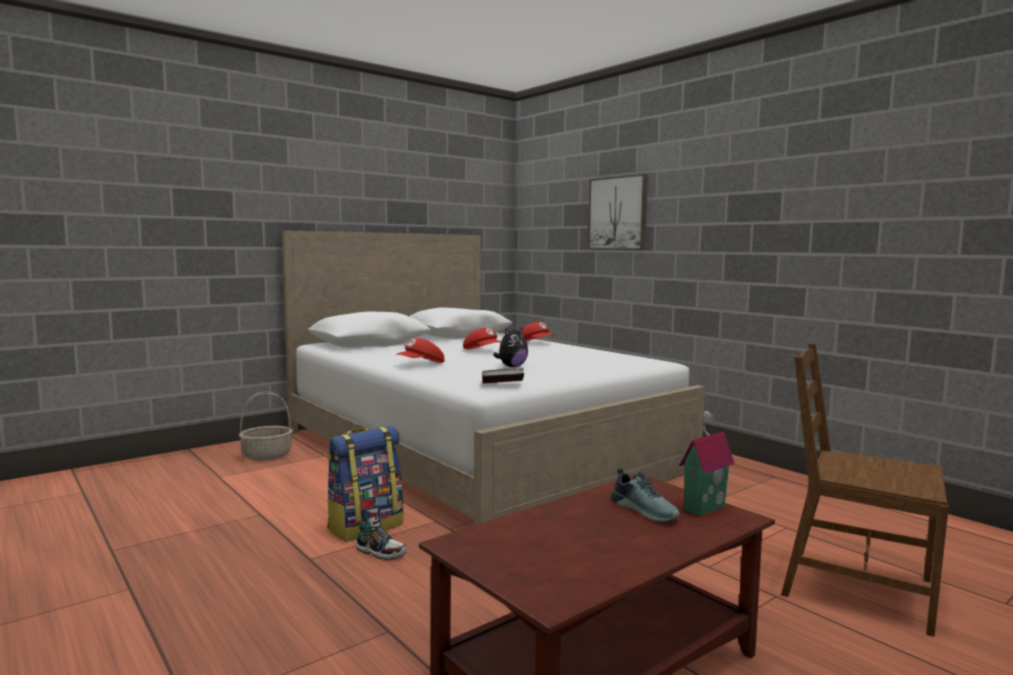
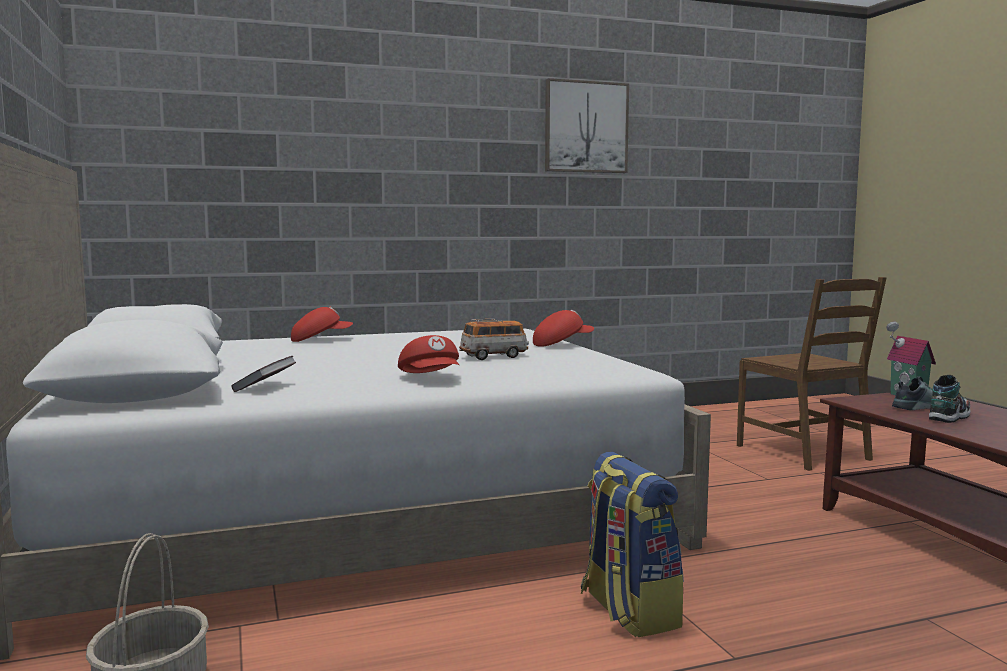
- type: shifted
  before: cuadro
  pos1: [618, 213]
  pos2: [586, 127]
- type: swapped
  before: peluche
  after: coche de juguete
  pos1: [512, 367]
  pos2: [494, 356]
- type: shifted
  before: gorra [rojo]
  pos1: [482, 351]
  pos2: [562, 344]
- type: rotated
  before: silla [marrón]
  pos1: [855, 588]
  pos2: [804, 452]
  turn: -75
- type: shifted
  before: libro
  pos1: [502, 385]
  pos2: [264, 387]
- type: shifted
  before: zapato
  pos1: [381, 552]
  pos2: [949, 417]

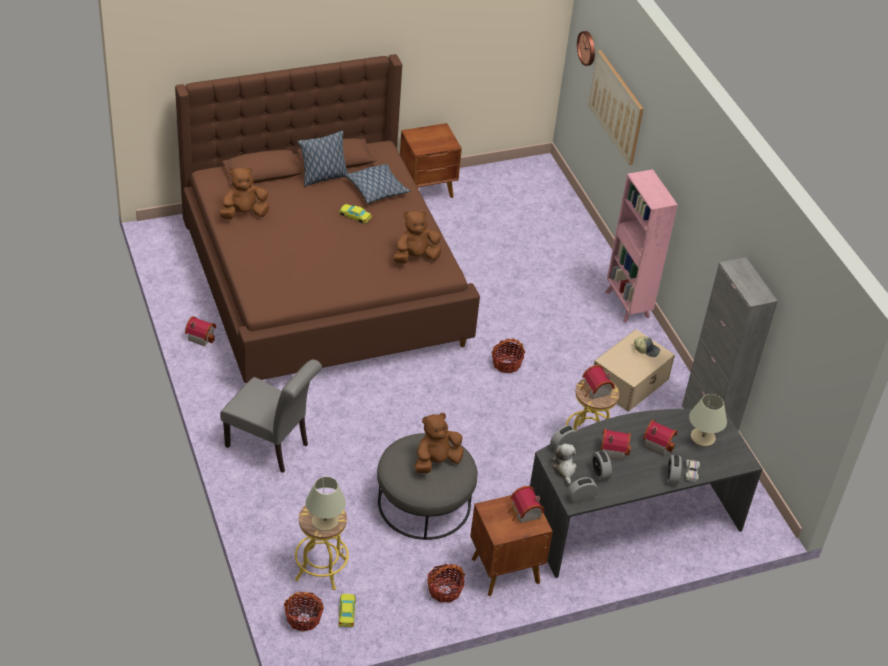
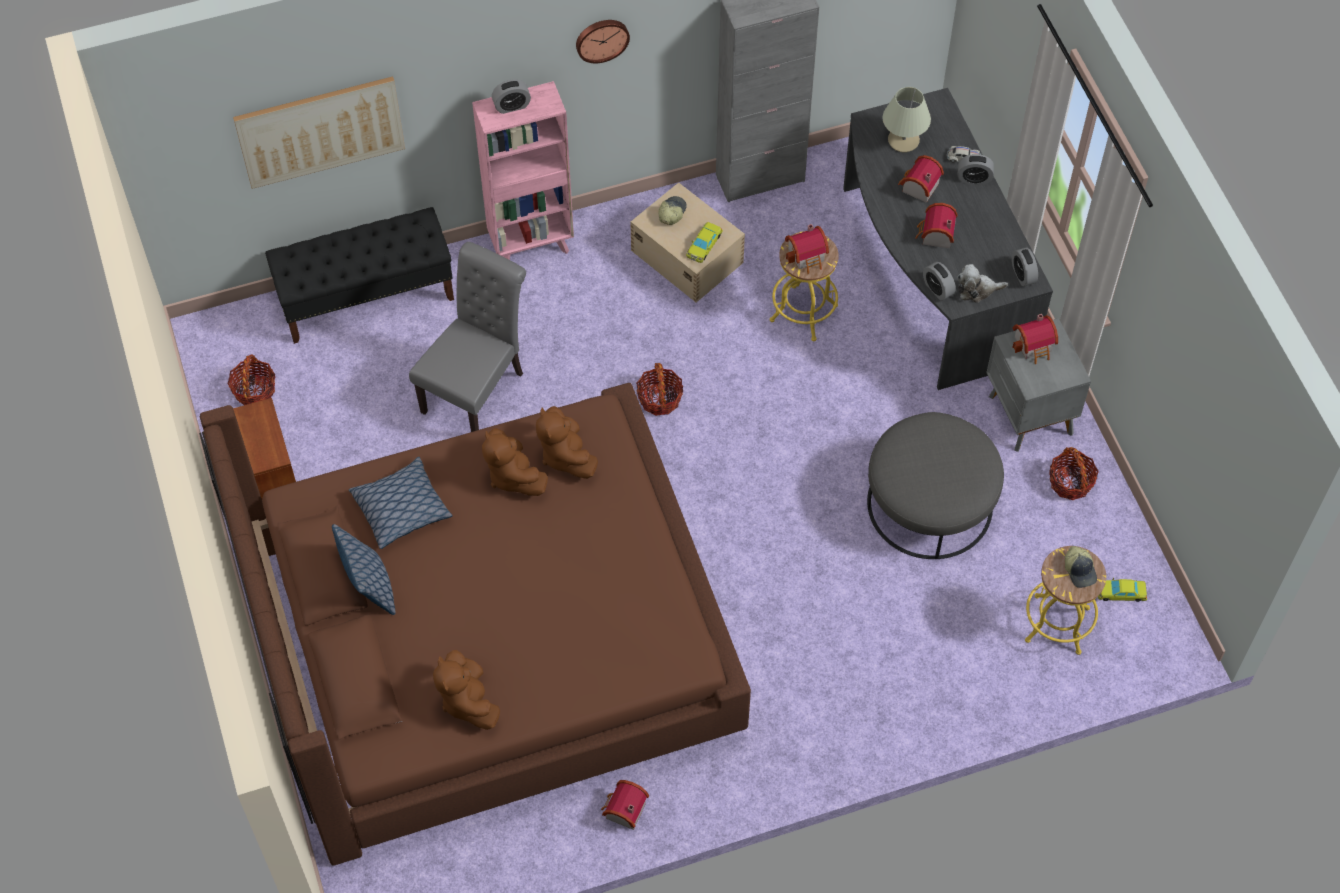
- type: shifted
  before: reloj de pared
  pos1: [587, 48]
  pos2: [601, 39]
- type: shifted
  before: coche de juguete [amarillo]
  pos1: [355, 215]
  pos2: [704, 244]
- type: shifted
  before: silla [gris]
  pos1: [271, 447]
  pos2: [477, 388]
- type: shifted
  before: peluche [marrón]
  pos1: [436, 461]
  pos2: [513, 475]
- type: shifted
  before: despertador
  pos1: [599, 472]
  pos2: [512, 106]
- type: swapped
  before: lámpara de mesa [beis]
  after: gorra
  pos1: [325, 521]
  pos2: [1080, 570]
- type: repainted
  before: mesita de noche [marrón]
  after: mesita de noche [gris]
  pos1: [504, 569]
  pos2: [1029, 416]
- type: shifted
  before: cesta
  pos1: [303, 618]
  pos2: [254, 390]
- type: new
  after: banco [negro]
  pos2: [367, 297]

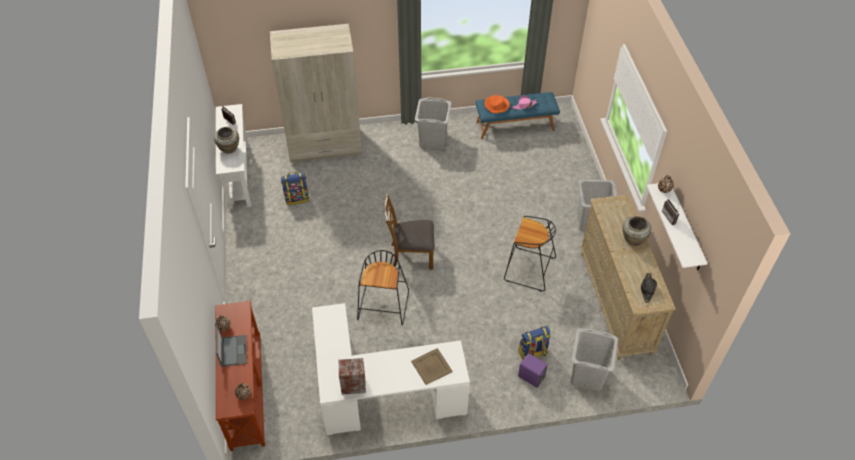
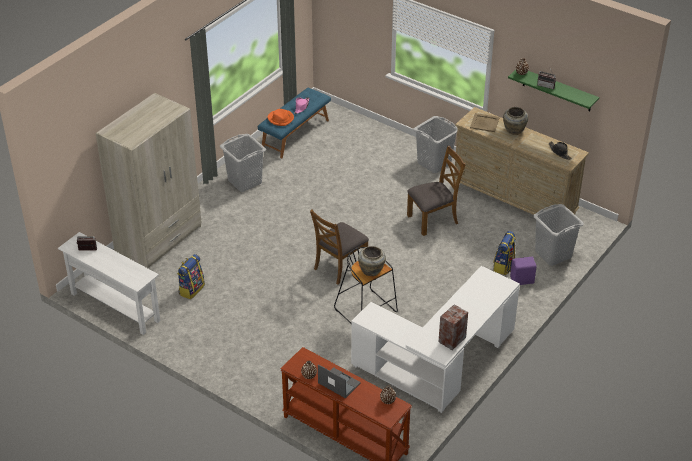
- type: shifted
  before: florero [beis]
  pos1: [229, 149]
  pos2: [371, 271]
- type: repainted
  before: estante [blanco]
  after: estante [verde]
  pos1: [685, 228]
  pos2: [557, 90]
- type: swapped
  before: taburete [negro]
  after: silla [marrón]
  pos1: [528, 269]
  pos2: [433, 219]
- type: shifted
  before: bandeja [beis]
  pos1: [431, 367]
  pos2: [485, 123]

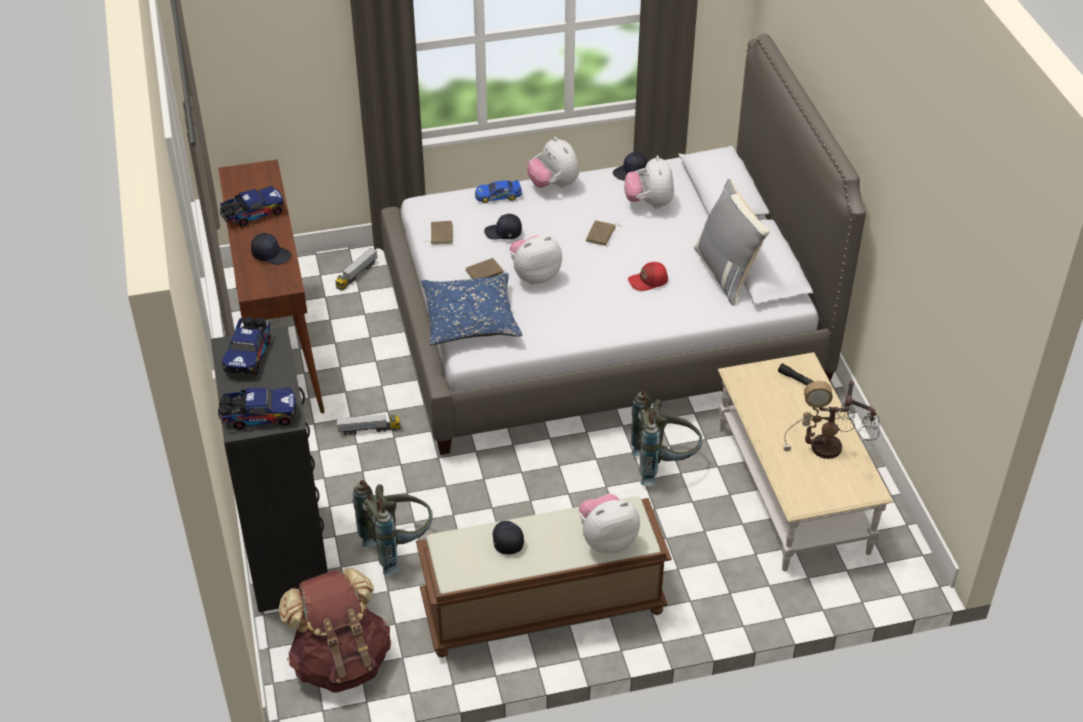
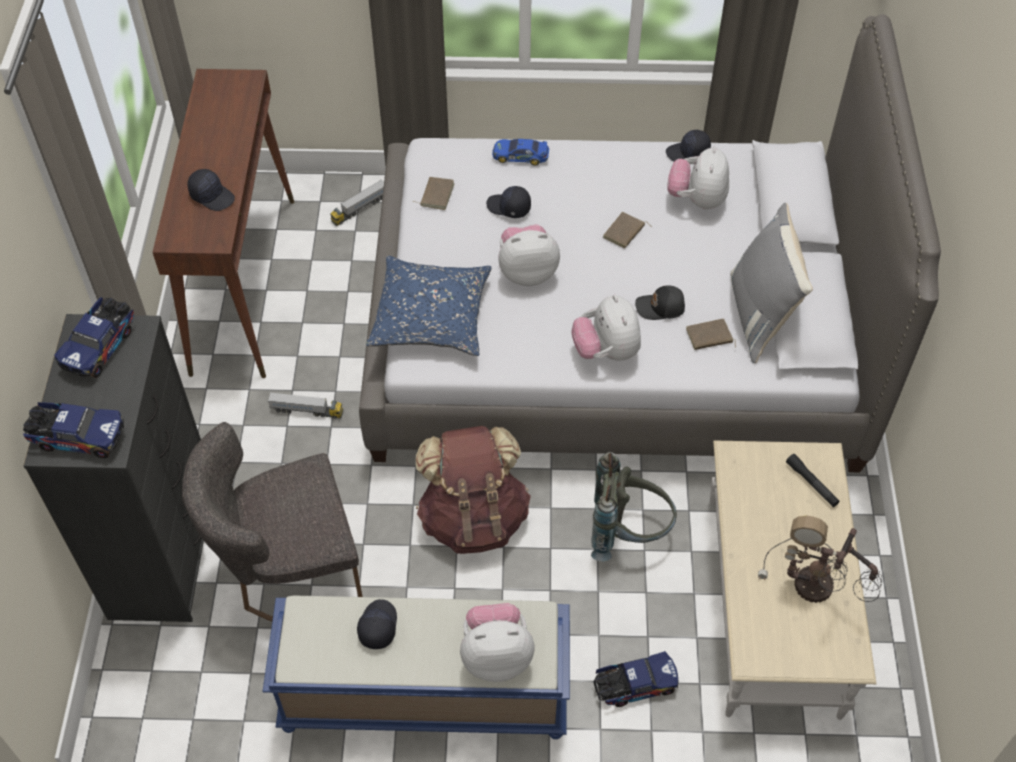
- type: shifted
  before: peluche
  pos1: [553, 185]
  pos2: [606, 351]
- type: shifted
  before: camión de juguete
  pos1: [252, 214]
  pos2: [634, 685]
- type: shifted
  before: libro [marrón]
  pos1: [485, 273]
  pos2: [709, 337]
- type: repainted
  before: gorra [rojo]
  after: gorra [negro]
  pos1: [648, 281]
  pos2: [660, 308]
- type: swapped
  before: mochila [gris]
  after: silla [gris]
  pos1: [398, 546]
  pos2: [288, 570]
- type: repainted
  before: banco [marrón]
  after: banco [azul]
  pos1: [542, 608]
  pos2: [422, 695]
- type: shifted
  before: mochila [marrón]
  pos1: [341, 661]
  pos2: [473, 518]

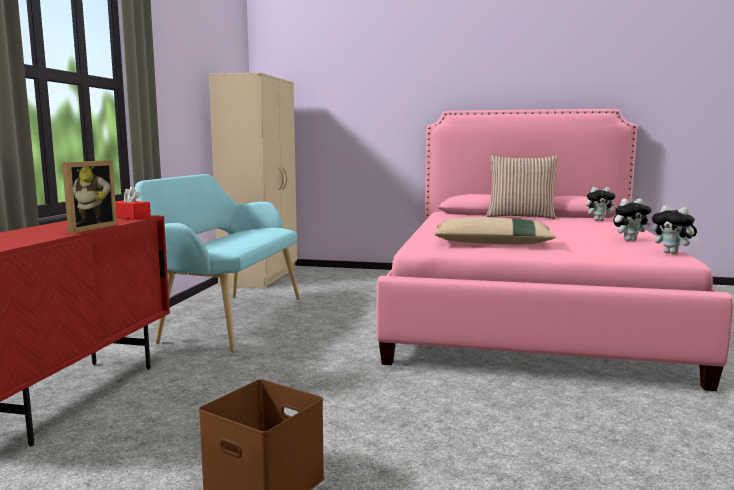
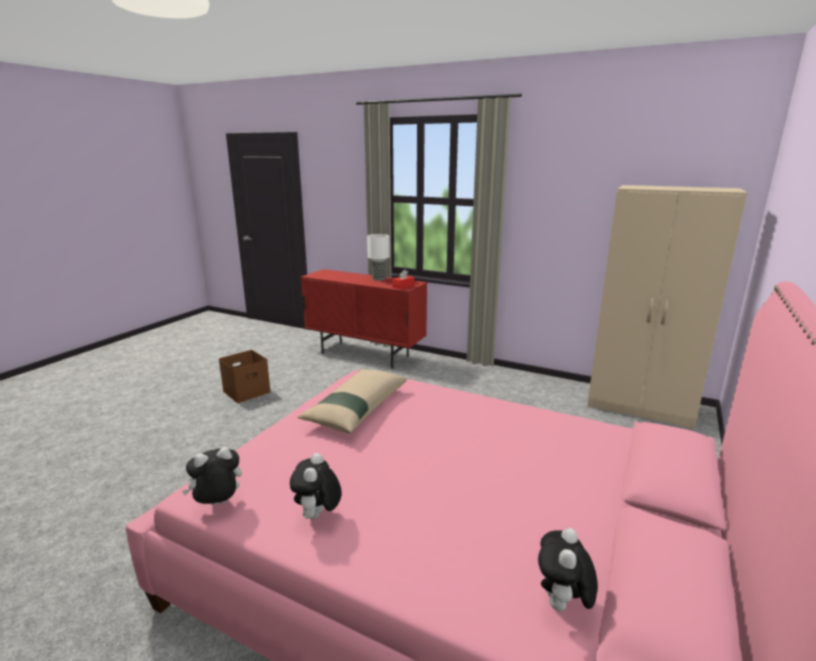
- type: gone
  before: cojín
  pos1: [520, 216]
- type: gone
  before: portarretratos
  pos1: [87, 228]
- type: gone
  before: banco [turquesa]
  pos1: [227, 319]
- type: new
  after: lámpara de mesa
  pos2: [378, 279]

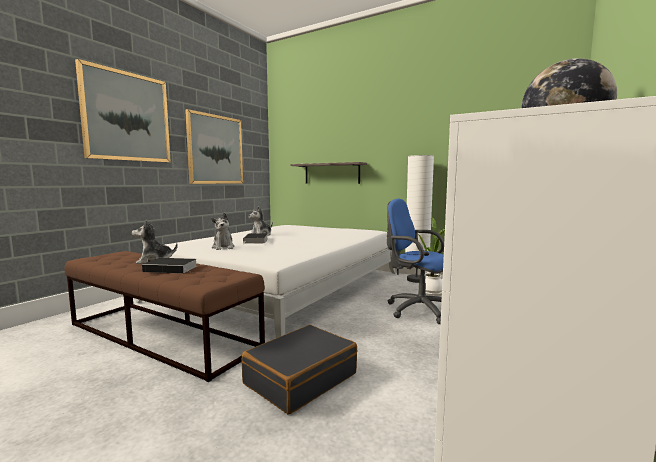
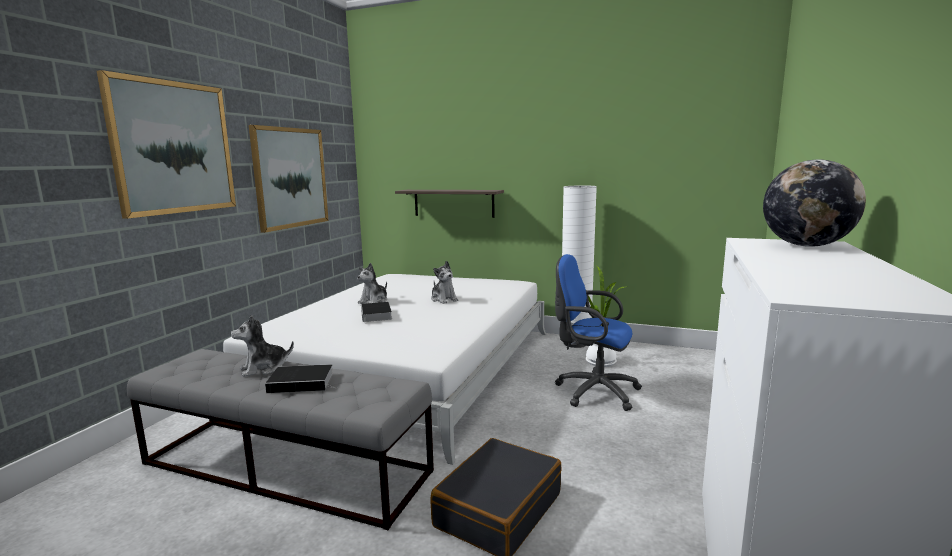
- type: shifted
  before: peluche
  pos1: [223, 247]
  pos2: [444, 299]
- type: repainted
  before: banco [marrón]
  after: banco [gris]
  pos1: [161, 335]
  pos2: [286, 467]

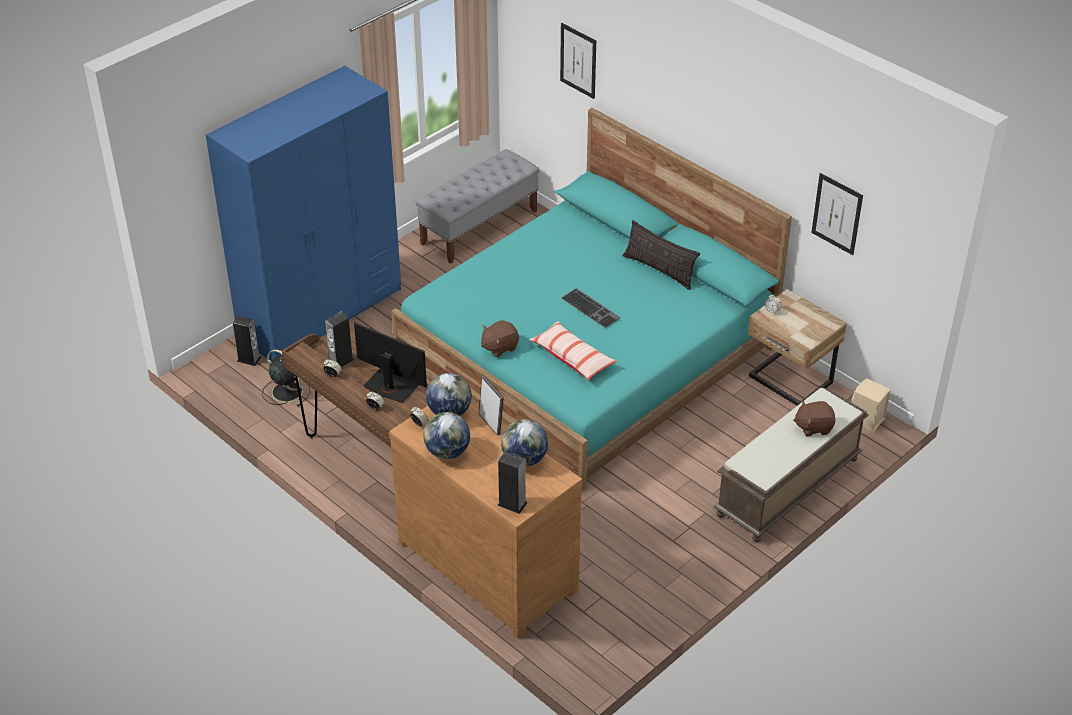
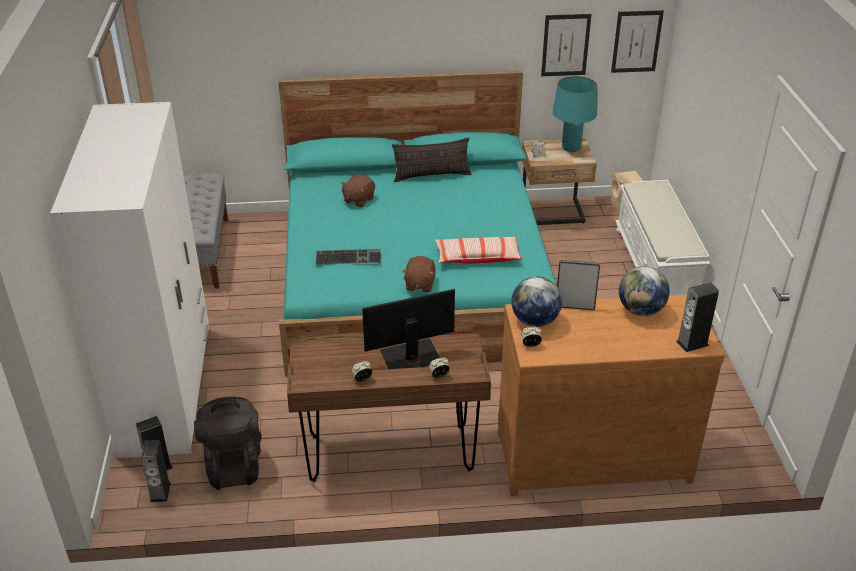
- type: shifted
  before: cuadro
  pos1: [578, 60]
  pos2: [636, 41]
- type: repainted
  before: armario ropero [azul]
  after: armario ropero [blanco]
  pos1: [321, 312]
  pos2: [167, 388]
- type: shifted
  before: teclado
  pos1: [591, 308]
  pos2: [349, 256]
- type: shifted
  before: altavoz
  pos1: [341, 361]
  pos2: [160, 492]
- type: swapped
  before: ventilador [negro]
  after: mochila [negro]
  pos1: [286, 391]
  pos2: [234, 465]
- type: repainted
  before: banco [marrón]
  after: banco [blanco]
  pos1: [788, 488]
  pos2: [656, 268]
- type: shifted
  before: peluche [marrón]
  pos1: [813, 427]
  pos2: [358, 200]
- type: gone
  before: globo terráqueo
  pos1: [447, 452]
- type: new
  after: lámpara de mesa [turquesa]
  pos2: [571, 148]

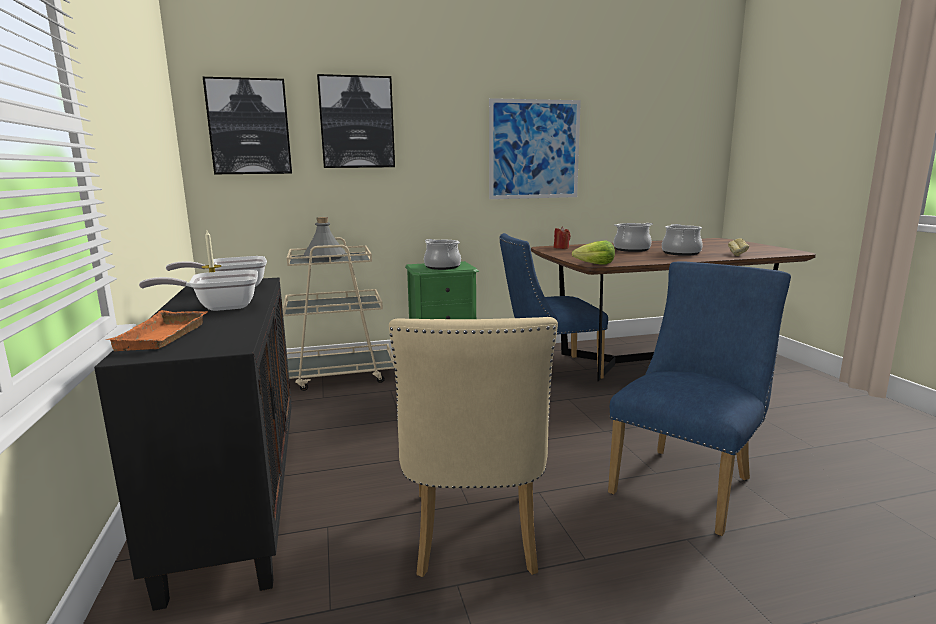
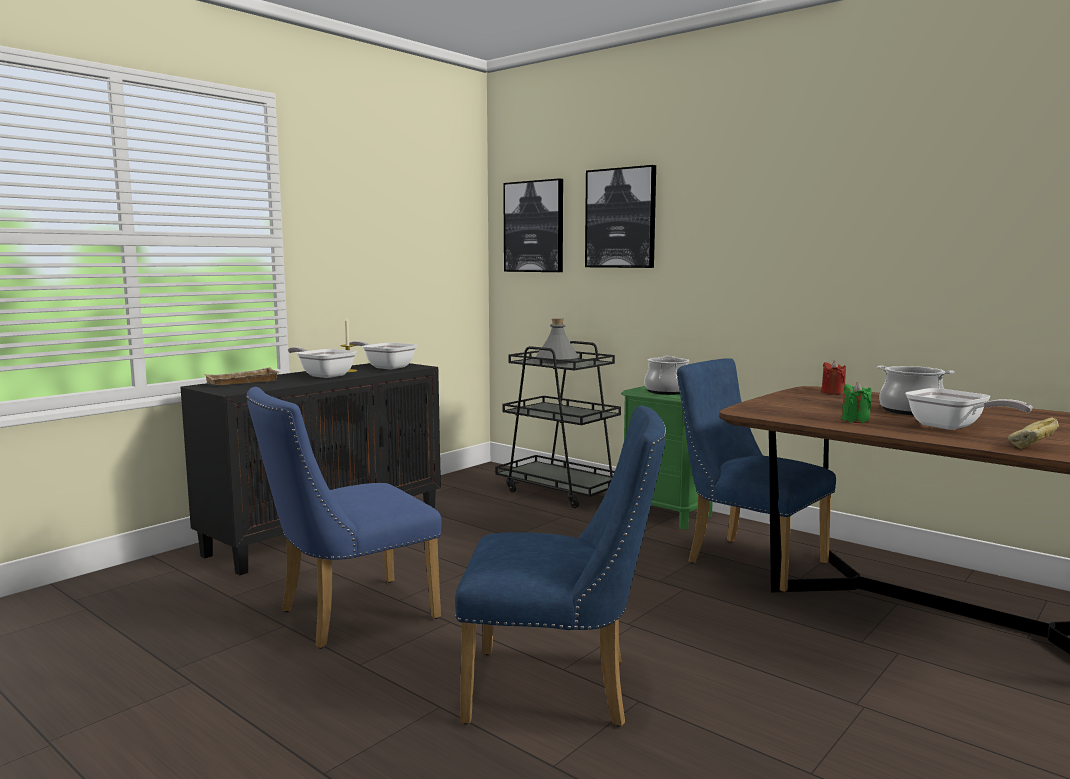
- type: gone
  before: cuadro
  pos1: [534, 149]
- type: swapped
  before: olla
  after: sartén
  pos1: [681, 253]
  pos2: [952, 427]
- type: repainted
  before: carrito [beis]
  after: carrito [negro]
  pos1: [338, 375]
  pos2: [561, 491]
- type: gone
  before: lechuga
  pos1: [595, 265]
- type: repainted
  before: bandeja [naranja]
  after: bandeja [beis]
  pos1: [165, 337]
  pos2: [242, 382]
- type: repainted
  before: silla [beis]
  after: silla [azul]
  pos1: [474, 540]
  pos2: [347, 616]
- type: new
  after: vela [verde]
  pos2: [855, 420]

